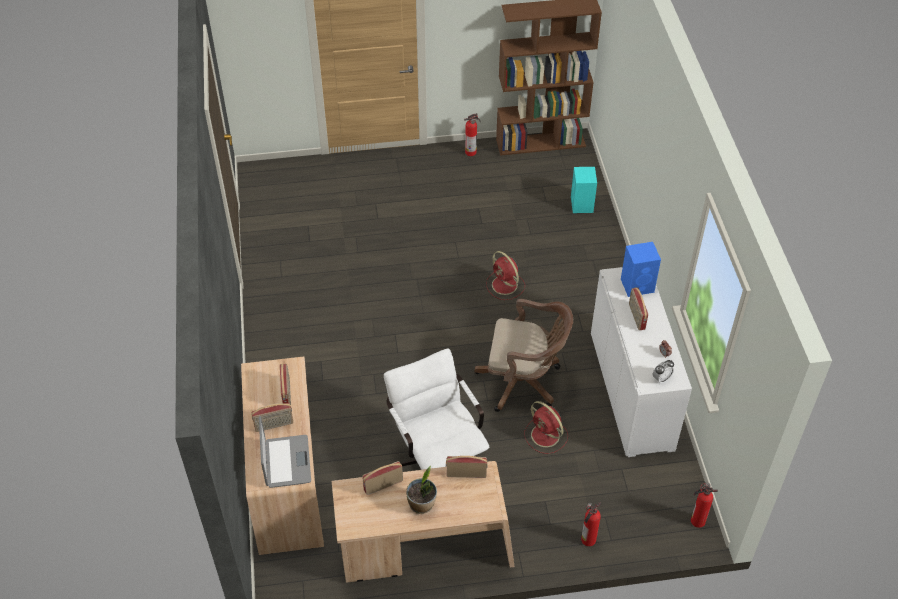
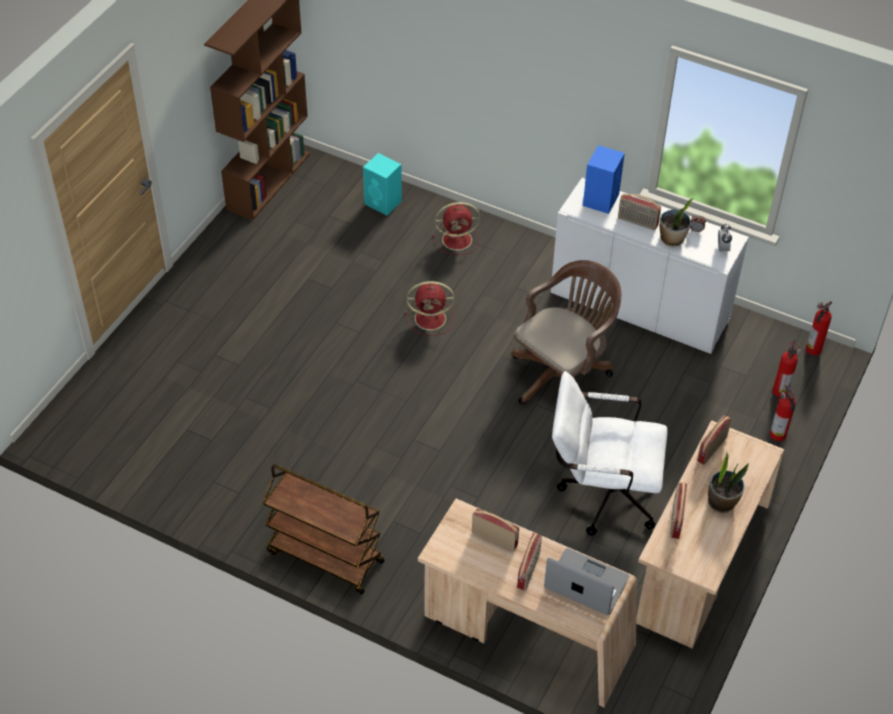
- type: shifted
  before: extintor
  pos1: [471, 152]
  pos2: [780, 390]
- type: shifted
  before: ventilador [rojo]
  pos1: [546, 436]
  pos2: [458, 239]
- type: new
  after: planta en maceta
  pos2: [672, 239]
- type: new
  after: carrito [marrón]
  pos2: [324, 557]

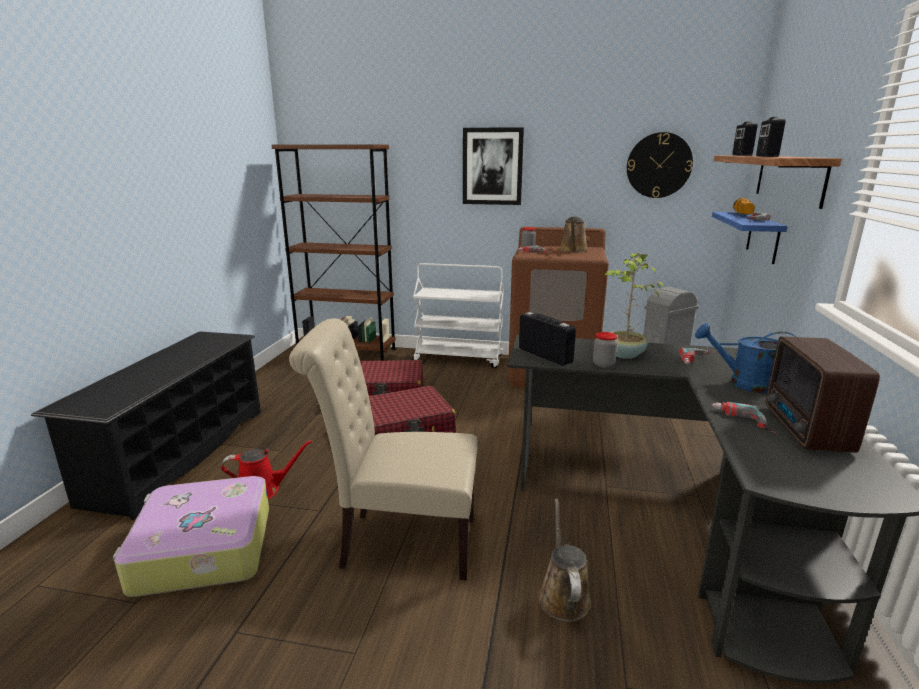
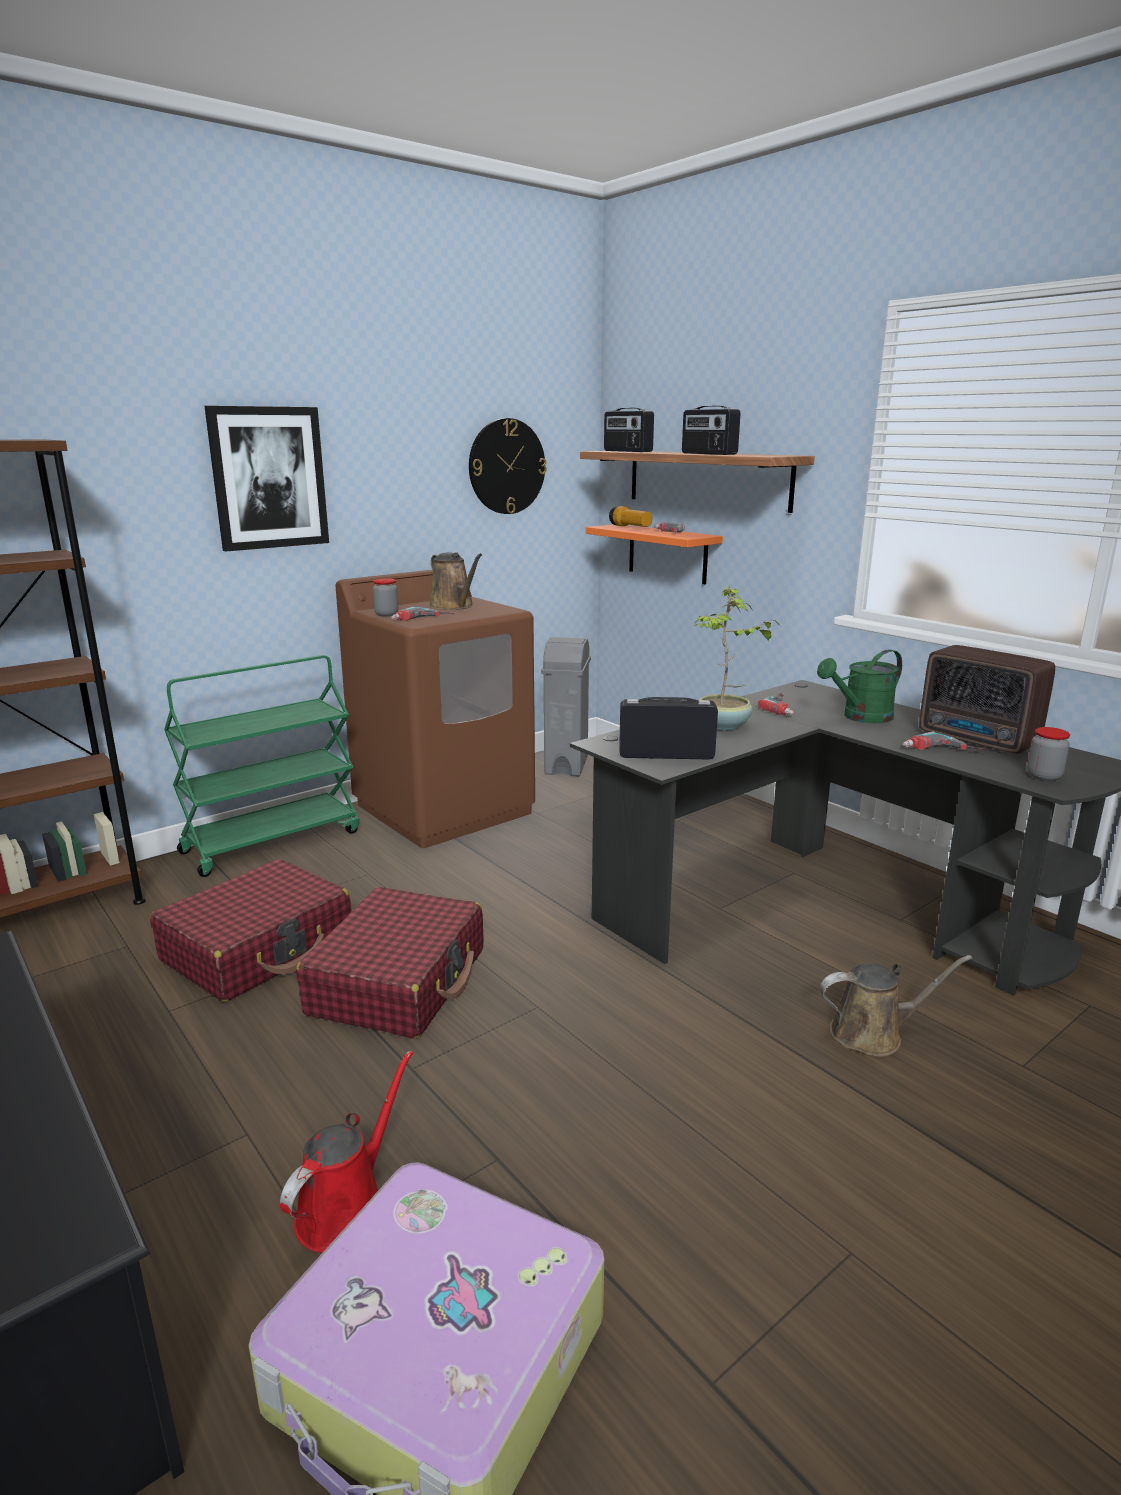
- type: repainted
  before: estante [azul]
  after: estante [naranja]
  pos1: [763, 237]
  pos2: [667, 553]
- type: repainted
  before: carrito [blanco]
  after: carrito [verde]
  pos1: [459, 359]
  pos2: [272, 841]
- type: gone
  before: silla [beis]
  pos1: [400, 542]
- type: repainted
  before: regadera [azul]
  after: regadera [verde]
  pos1: [744, 383]
  pos2: [861, 717]
- type: shifted
  before: tarro
  pos1: [603, 364]
  pos2: [1043, 776]
- type: rotated
  before: regadera [marrón]
  pos1: [563, 595]
  pos2: [873, 1034]
  turn: 135

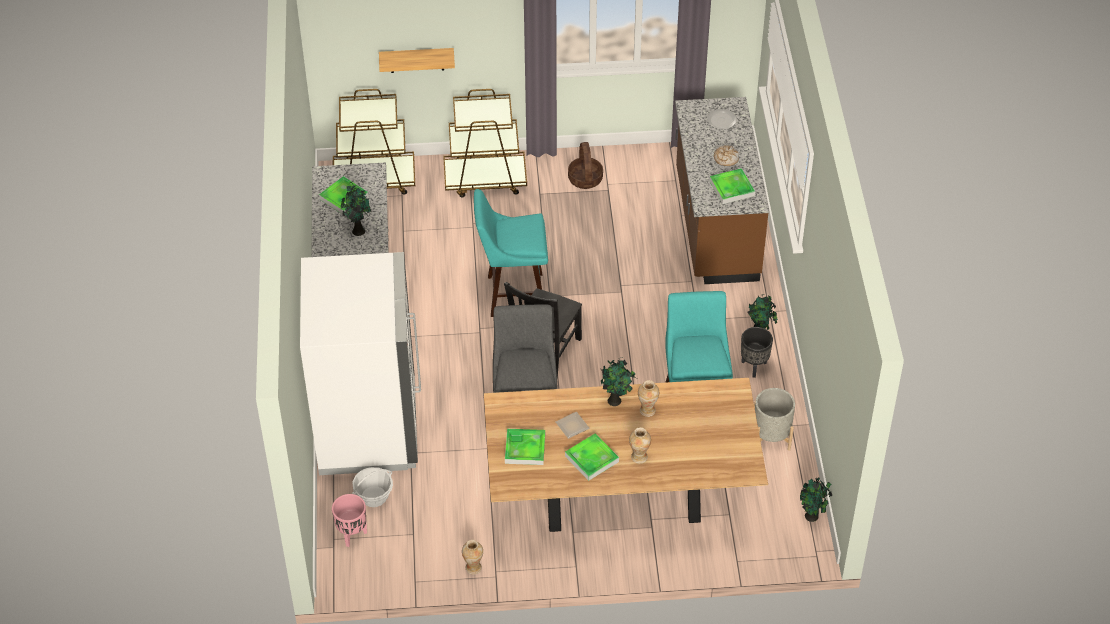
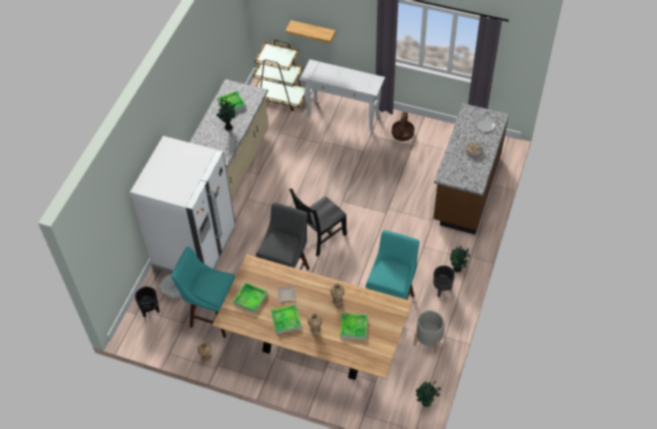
- type: swapped
  before: carrito [marrón]
  after: mesa consola [blanco]
  pos1: [485, 179]
  pos2: [343, 116]
- type: shifted
  before: bandeja
  pos1: [731, 188]
  pos2: [353, 327]
- type: shifted
  before: taburete [turquesa]
  pos1: [512, 295]
  pos2: [212, 315]
- type: gone
  before: planta en maceta
  pos1: [615, 400]
- type: repainted
  before: maceta [rosa]
  after: maceta [negro]
  pos1: [352, 535]
  pos2: [150, 310]

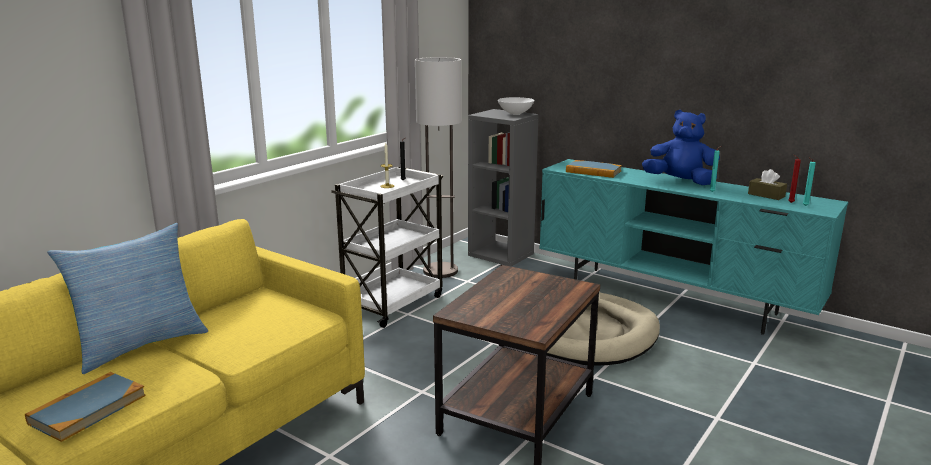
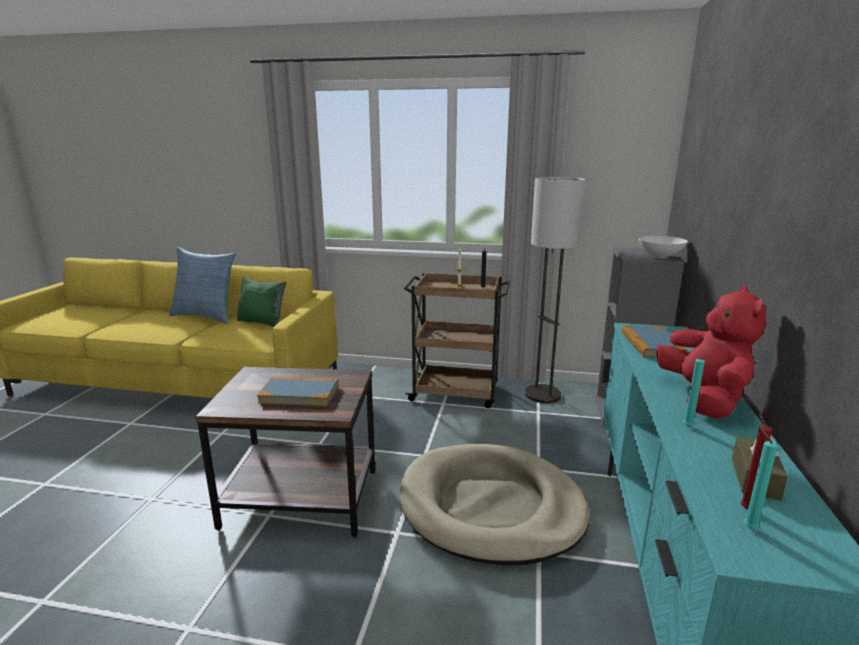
- type: repainted
  before: peluche [azul]
  after: peluche [rojo]
  pos1: [680, 182]
  pos2: [703, 398]
- type: repainted
  before: carrito [blanco]
  after: carrito [marrón]
  pos1: [393, 303]
  pos2: [456, 393]
- type: shifted
  before: libro
  pos1: [88, 409]
  pos2: [299, 394]
- type: new
  after: cojín [verde]
  pos2: [262, 322]

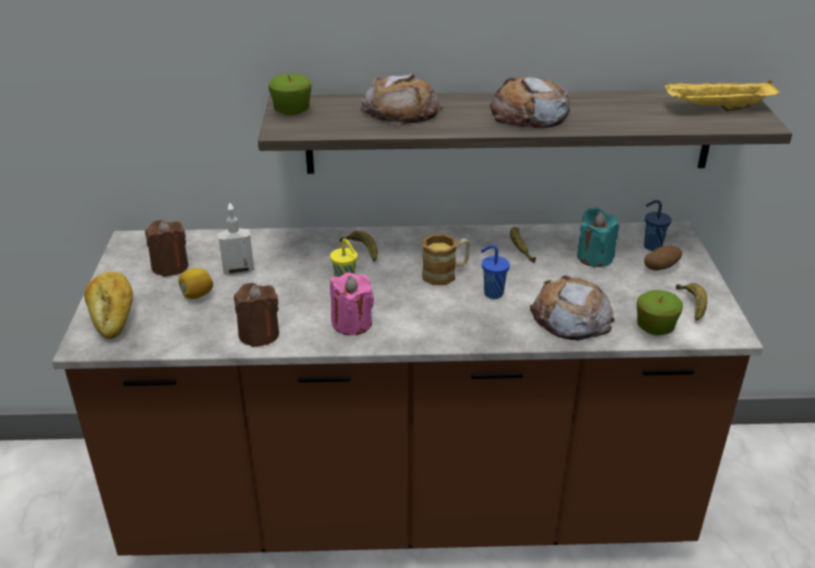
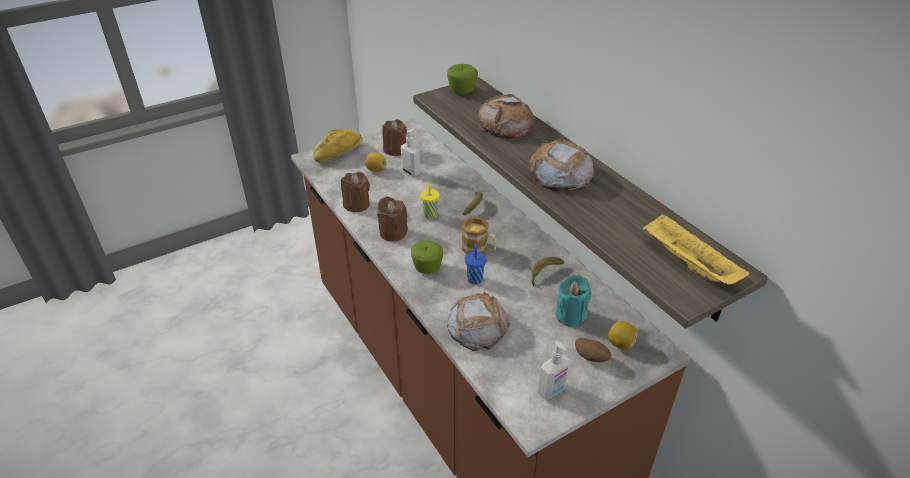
- type: swapped
  before: taza [azul]
  after: limón
  pos1: [651, 246]
  pos2: [620, 344]
- type: repainted
  before: vela [rosa]
  after: vela [marrón]
  pos1: [352, 323]
  pos2: [393, 233]
- type: swapped
  before: plátano
  after: dispensador de jabón
  pos1: [692, 305]
  pos2: [552, 391]
- type: shifted
  before: manzana
  pos1: [655, 328]
  pos2: [427, 267]

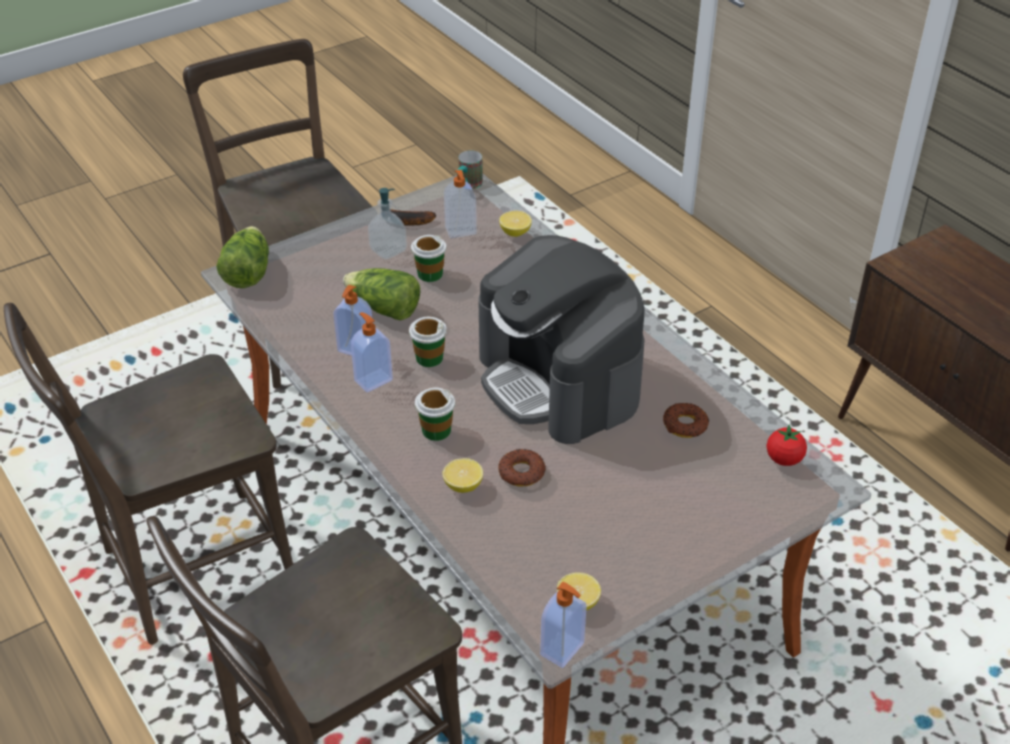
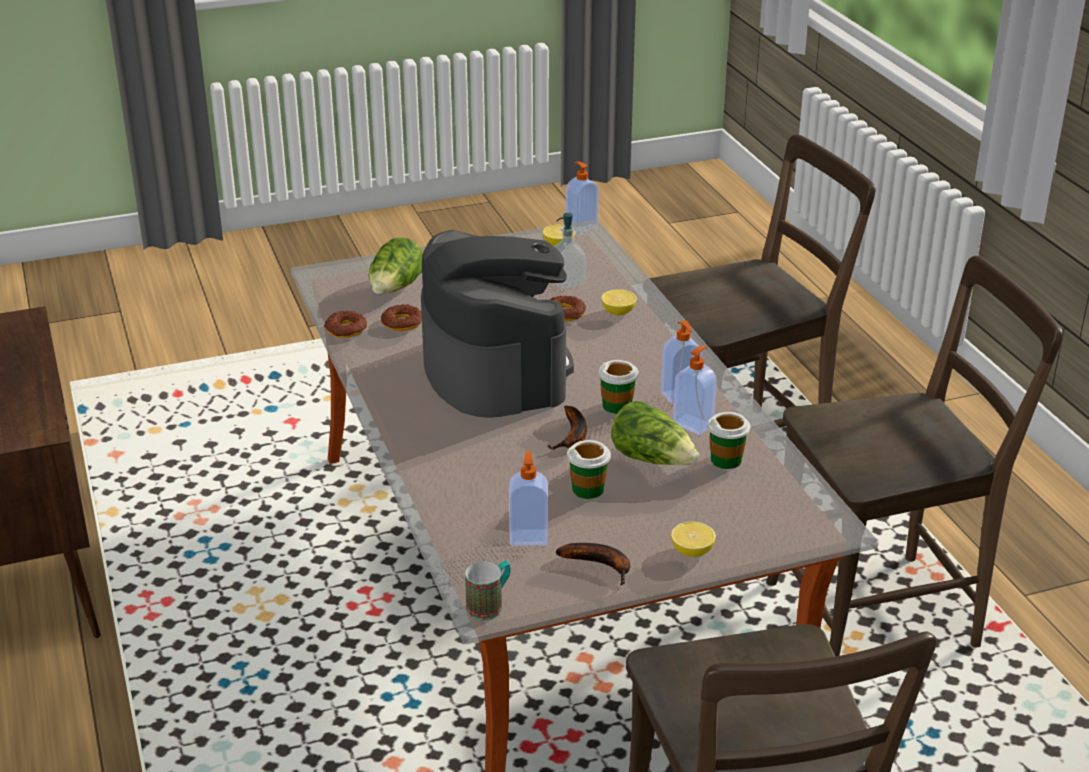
- type: shifted
  before: dispensador de jabón
  pos1: [388, 250]
  pos2: [567, 282]
- type: shifted
  before: limón
  pos1: [515, 232]
  pos2: [692, 552]
- type: shifted
  before: lechuga
  pos1: [247, 272]
  pos2: [396, 289]
- type: shifted
  before: taza
  pos1: [436, 430]
  pos2: [726, 460]
- type: gone
  before: tomate
  pos1: [784, 459]
- type: new
  after: rosquilla
  pos2: [346, 329]
- type: new
  after: plátano
  pos2: [572, 436]

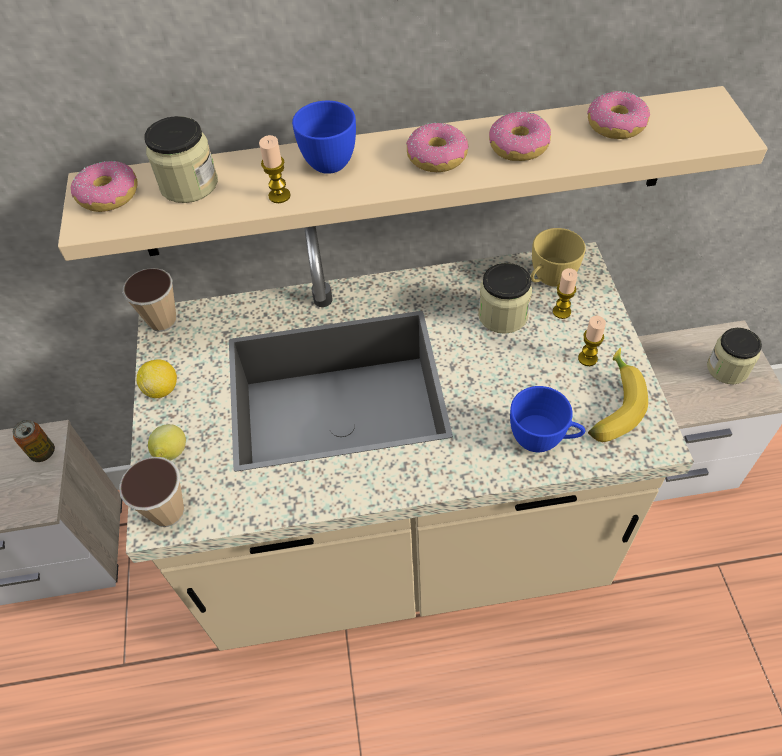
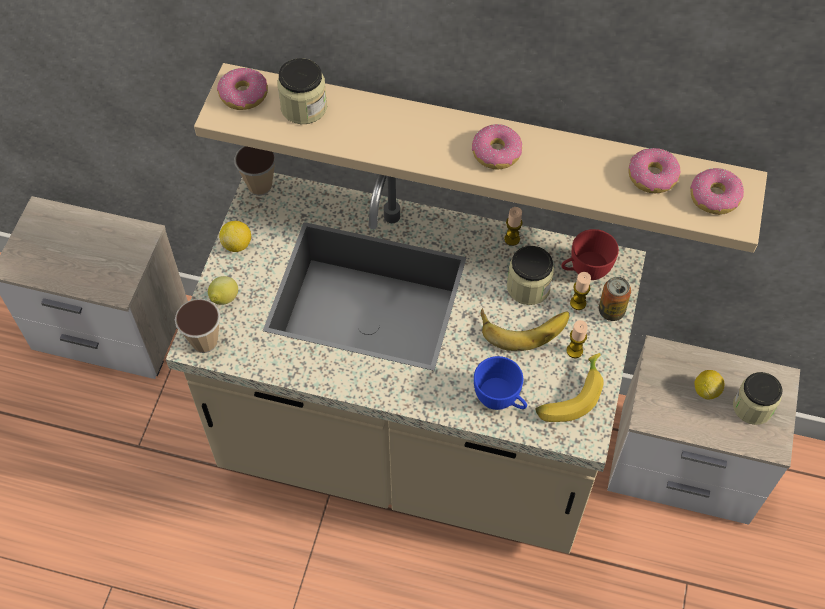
- type: gone
  before: taza [azul]
  pos1: [329, 158]
- type: shifted
  before: rosquilla
  pos1: [518, 146]
  pos2: [714, 197]
- type: shifted
  before: vela
  pos1: [279, 196]
  pos2: [512, 239]
- type: repainted
  before: taza [amarillo]
  after: taza [rojo]
  pos1: [549, 279]
  pos2: [585, 271]
- type: shifted
  before: lata
  pos1: [43, 452]
  pos2: [611, 311]
- type: new
  after: plátano
  pos2: [523, 325]
- type: new
  after: limón
  pos2: [706, 390]

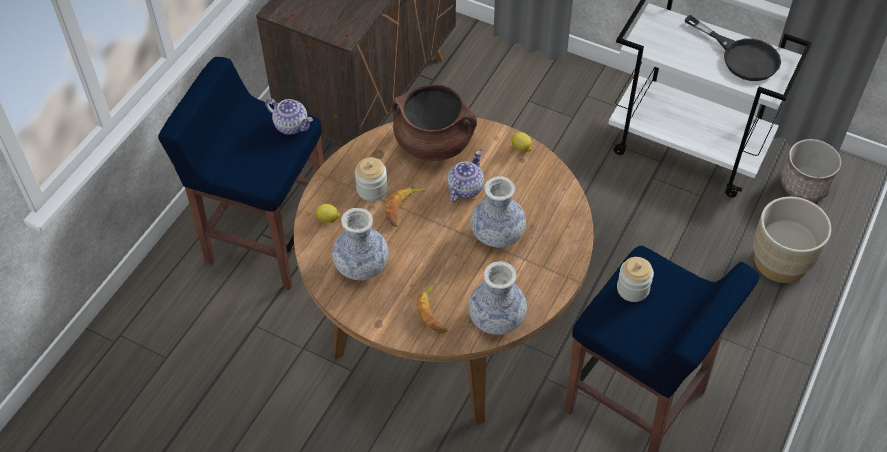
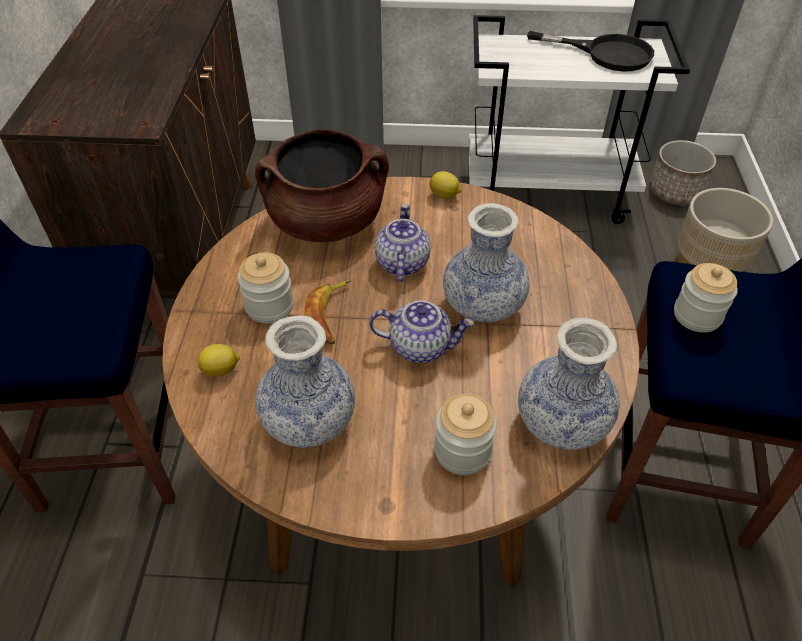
- type: shifted
  before: tetera
  pos1: [292, 125]
  pos2: [420, 346]
- type: swapped
  before: plátano
  after: tarro
  pos1: [433, 312]
  pos2: [462, 451]

